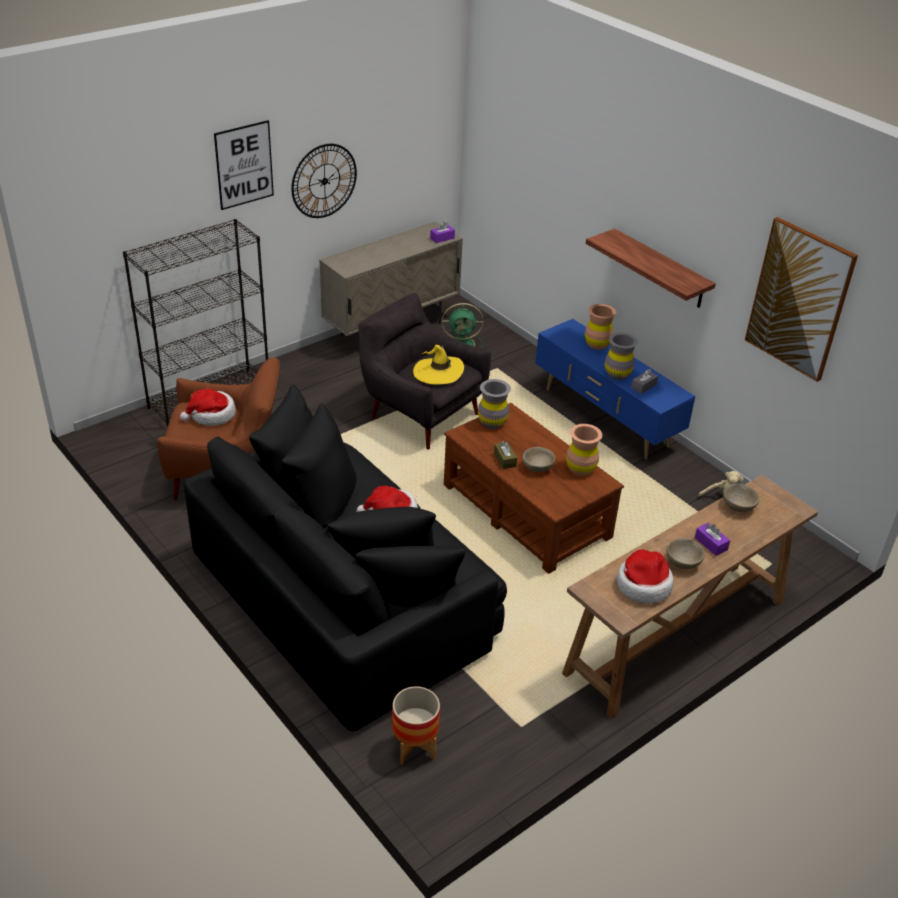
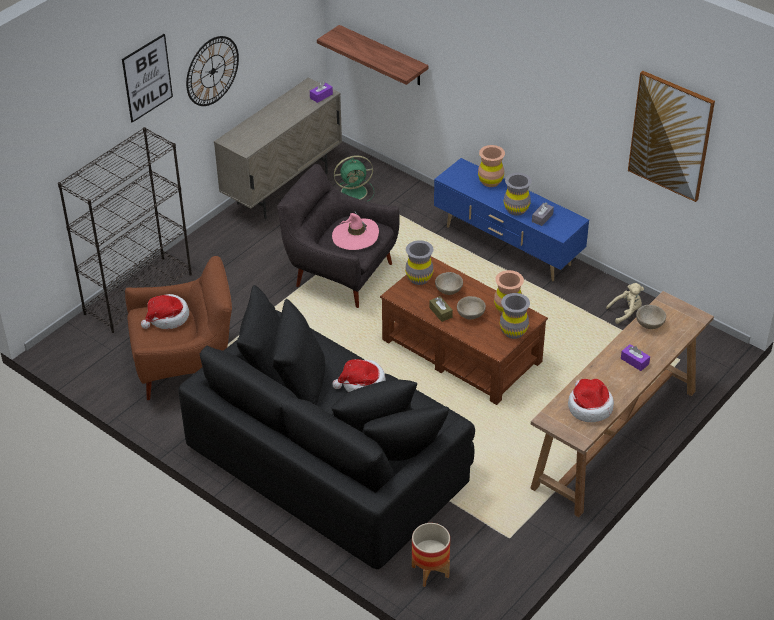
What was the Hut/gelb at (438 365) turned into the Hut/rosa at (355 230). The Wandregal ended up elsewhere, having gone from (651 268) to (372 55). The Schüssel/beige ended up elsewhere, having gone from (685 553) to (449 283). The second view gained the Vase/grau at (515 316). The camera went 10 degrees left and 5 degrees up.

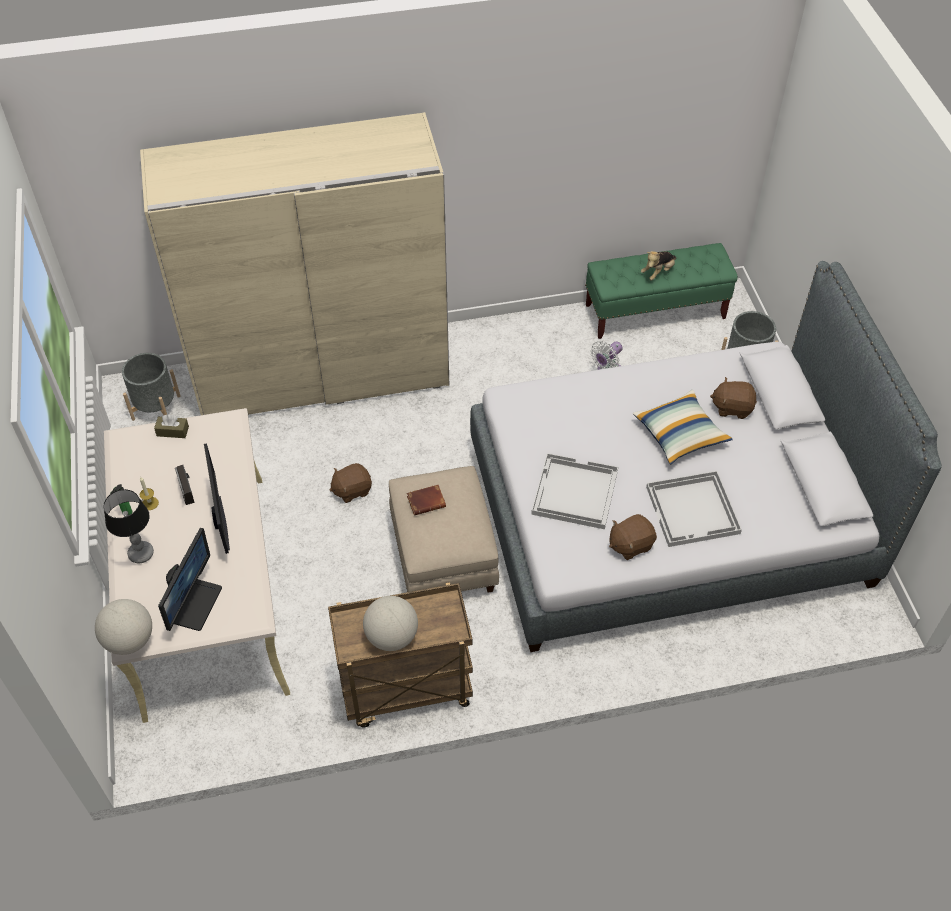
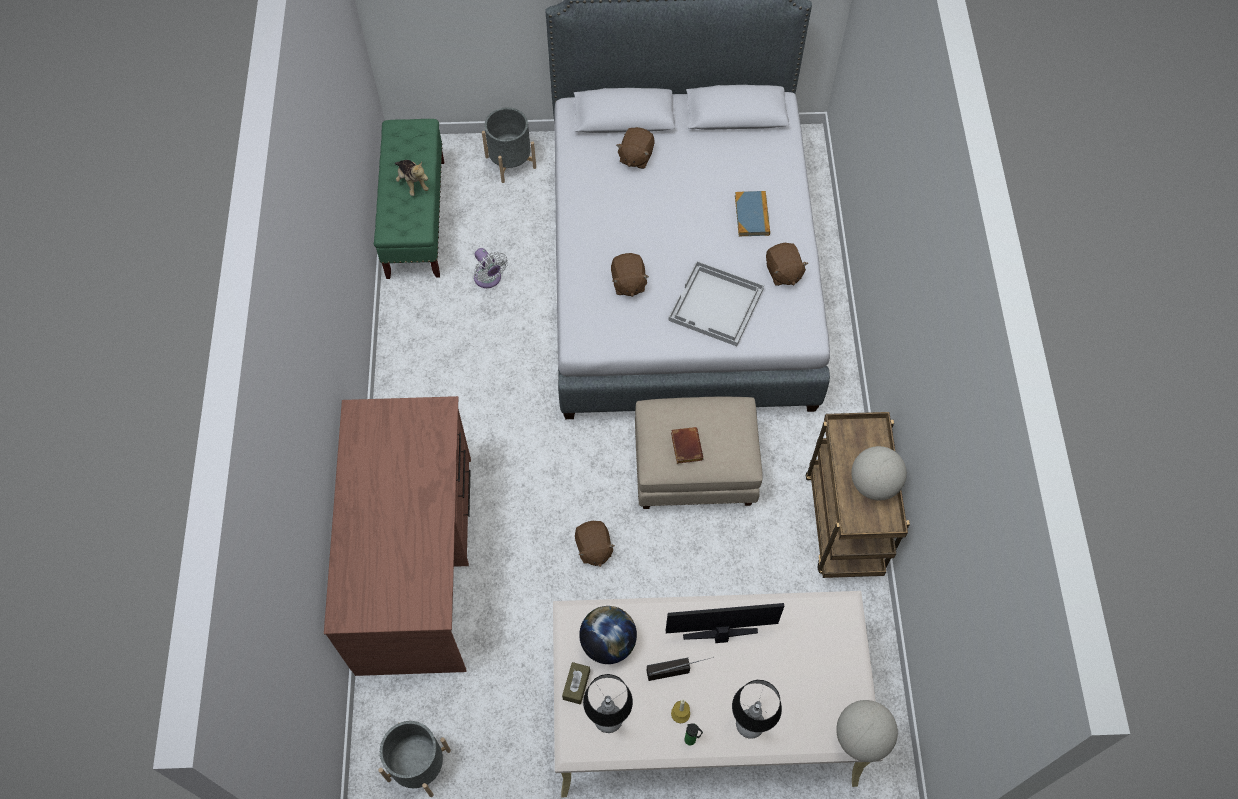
Where the Kleiderschrank/beige stood at (294 263), the Schreibtisch/braun came to stand at (397 536). The second view lost the Monitor at (190 579). The second view lost the Kissen at (682 427). Where the Tablett/weiß stood at (694 509), the Buch came to stand at (752 213). The second view gained the Globus at (608 635). The second view gained the Tischlampe at (608 703). The second view gained the Plüschtier/braun at (630 275). The camera went 80 degrees left and 10 degrees up.

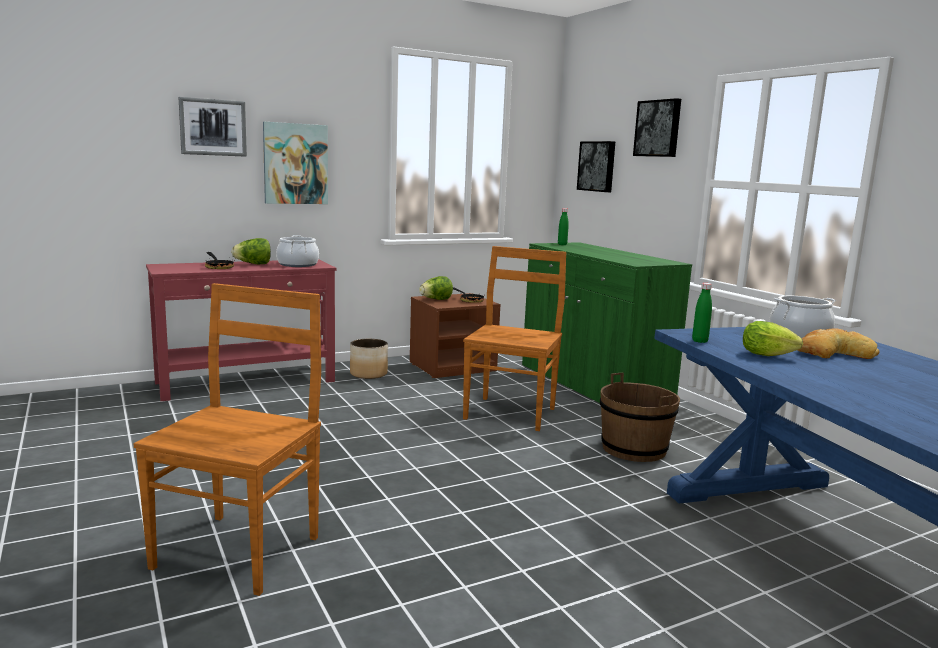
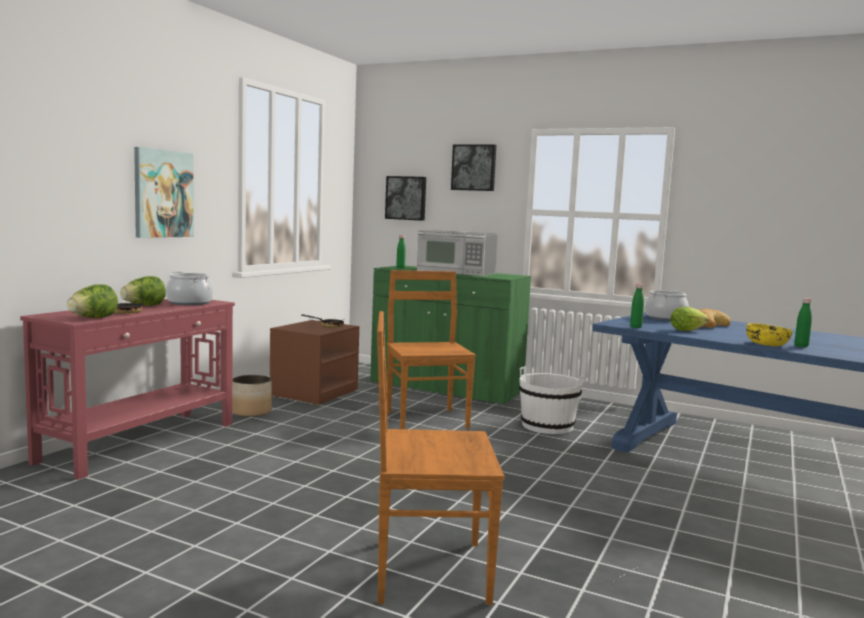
The Stuhl/braun at (227 439) ended up facing another way, 75 degrees counterclockwise from before. The second view lost the Bild at (213 127). The Salatkopf ended up elsewhere, having gone from (436 288) to (92 301). What was the Eimer/braun at (640 417) turned into the Eimer/weiß at (551 400). The second view gained the Mikrowelle at (457 253). The second view gained the Schüssel/gelb at (769 334). The second view gained the Flasche/grün at (803 322). The camera went 35 degrees left and 5 degrees down.

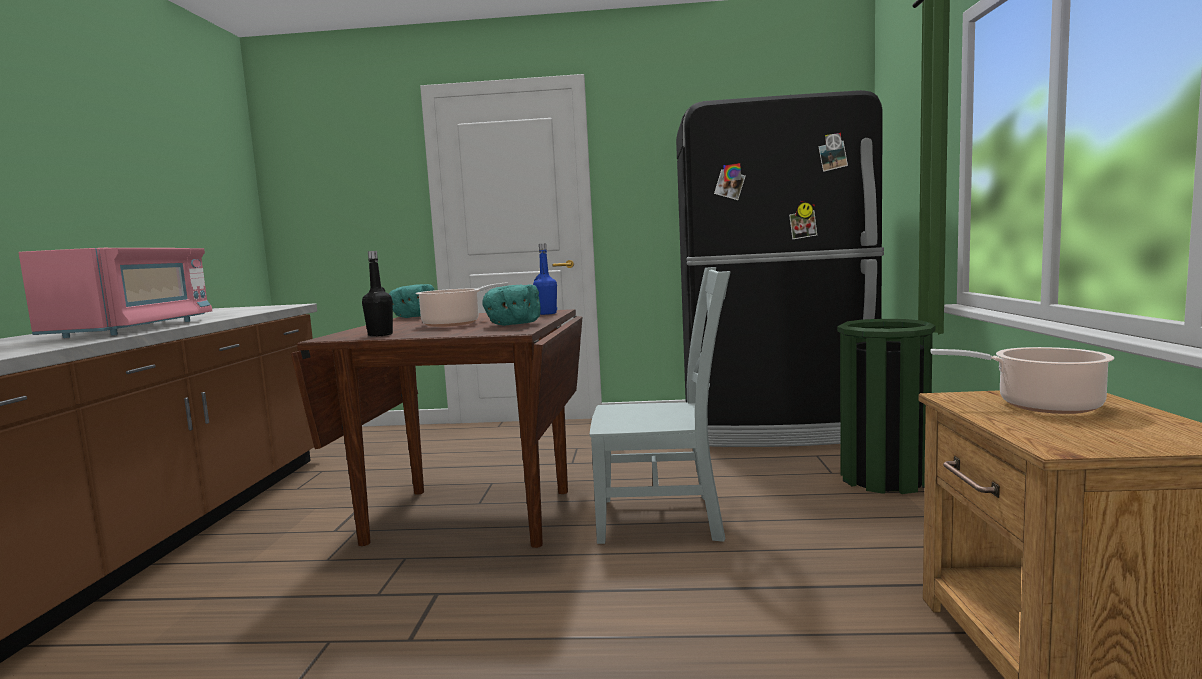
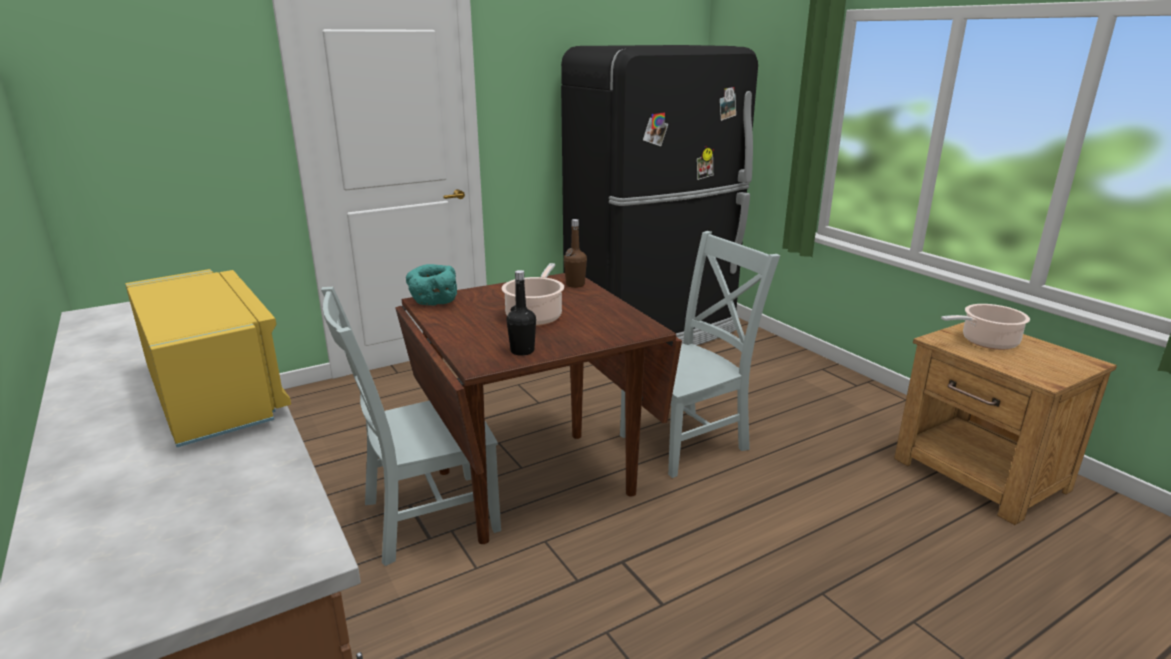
What was the Mikrowelle/rosa at (115 293) turned into the Mikrowelle/gelb at (208 358). The second view lost the Schüssel/türkis at (511 305). What was the Flasche/blau at (545 279) turned into the Flasche/braun at (575 253). The second view lost the Mülleimer/grün at (886 406). The second view gained the Stuhl/grau at (411 426). The camera went 35 degrees left and 15 degrees up.

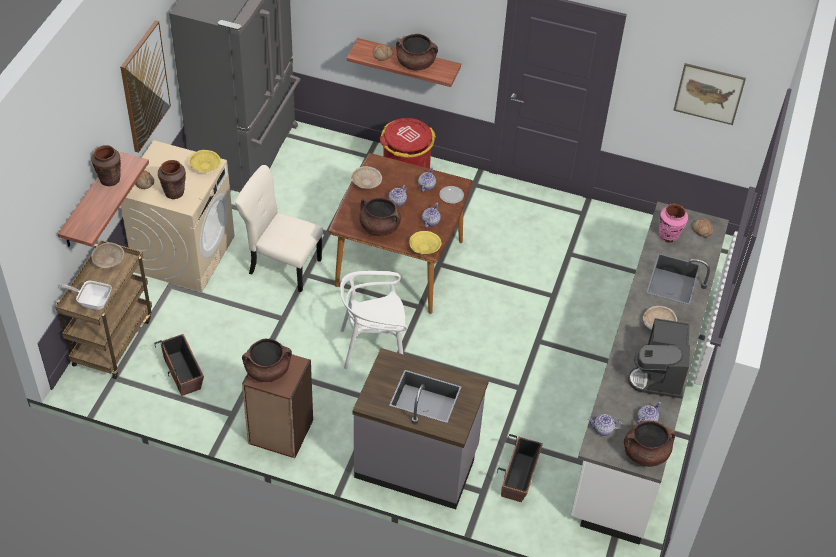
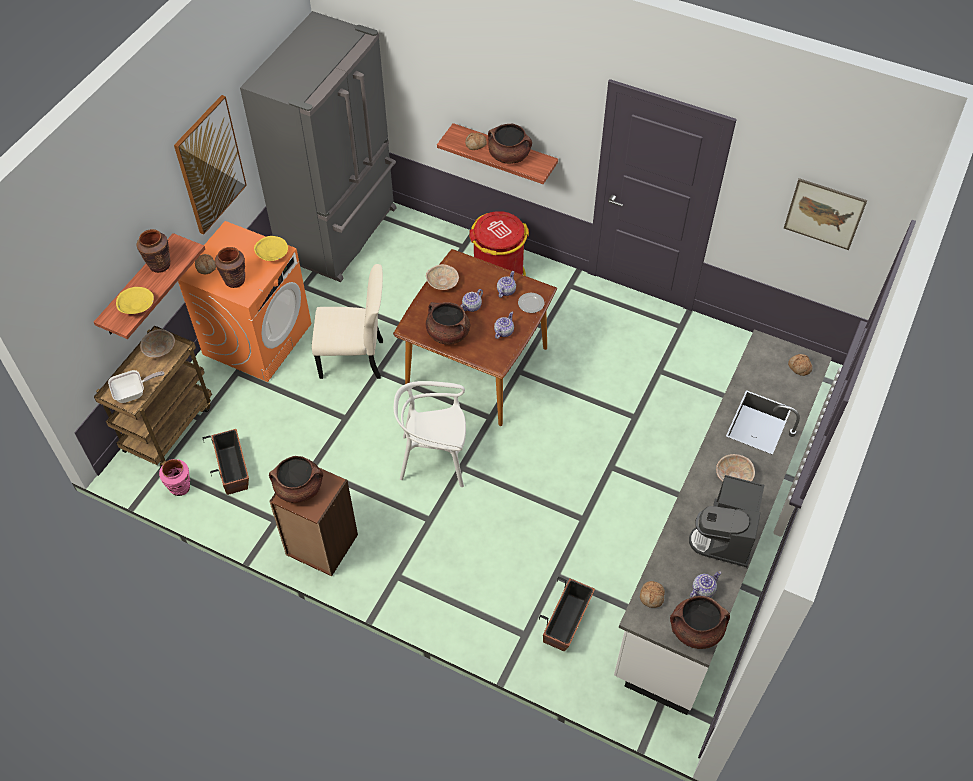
The Pfanne at (85 295) ended up facing another way, 135 degrees clockwise from before. What was the Waschmaschine/beige at (178 216) turned into the Waschmaschine/orange at (244 301). The Stuhl/beige at (279 228) ended up facing another way, 150 degrees clockwise from before. The second view lost the Küchenzeile/grau at (420 428). The Schüssel/gelb ended up elsewhere, having gone from (425 242) to (135 300). Where the Teekanne stood at (605 425), the Brot came to stand at (652 594). The Vase/rosa ended up elsewhere, having gone from (673 223) to (174 477). The camera went 10 degrees right and 5 degrees up.

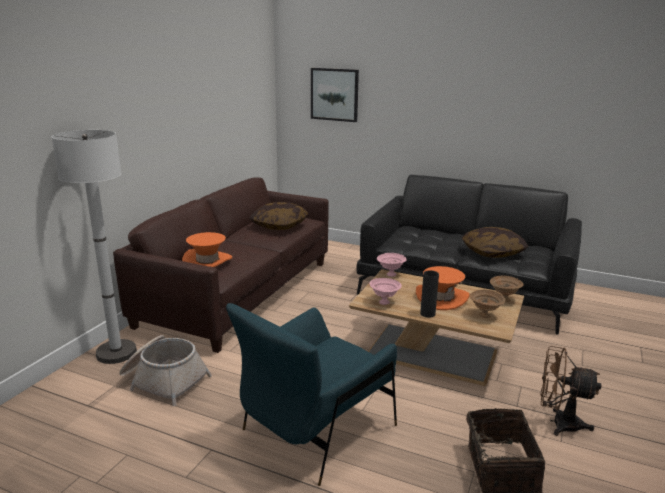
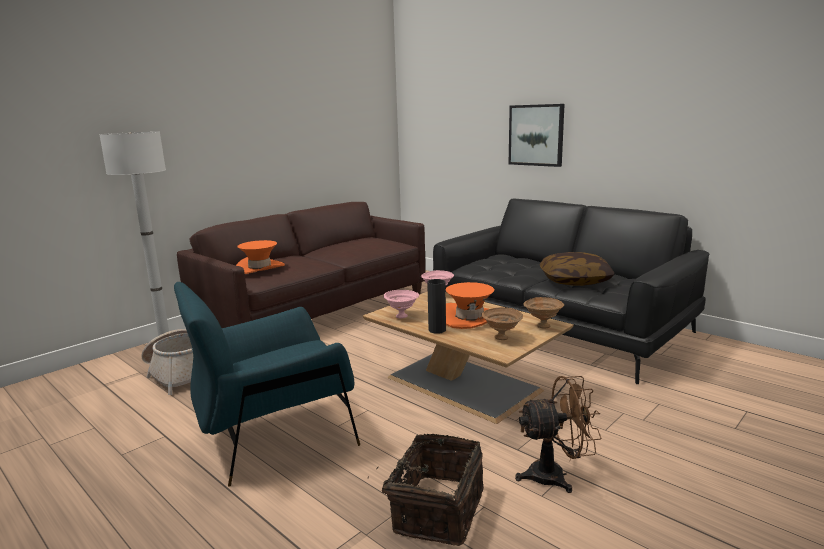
The second view lost the Kissen at (279 216). The Bild ended up elsewhere, having gone from (335 95) to (537 135). The Ventilator/braun at (571 391) ended up facing another way, 135 degrees clockwise from before. The camera went 20 degrees right and 5 degrees down.

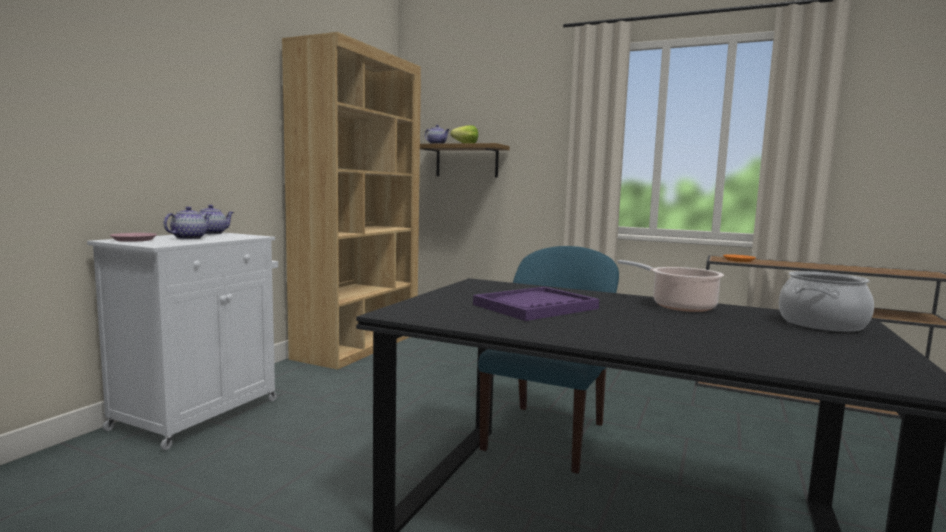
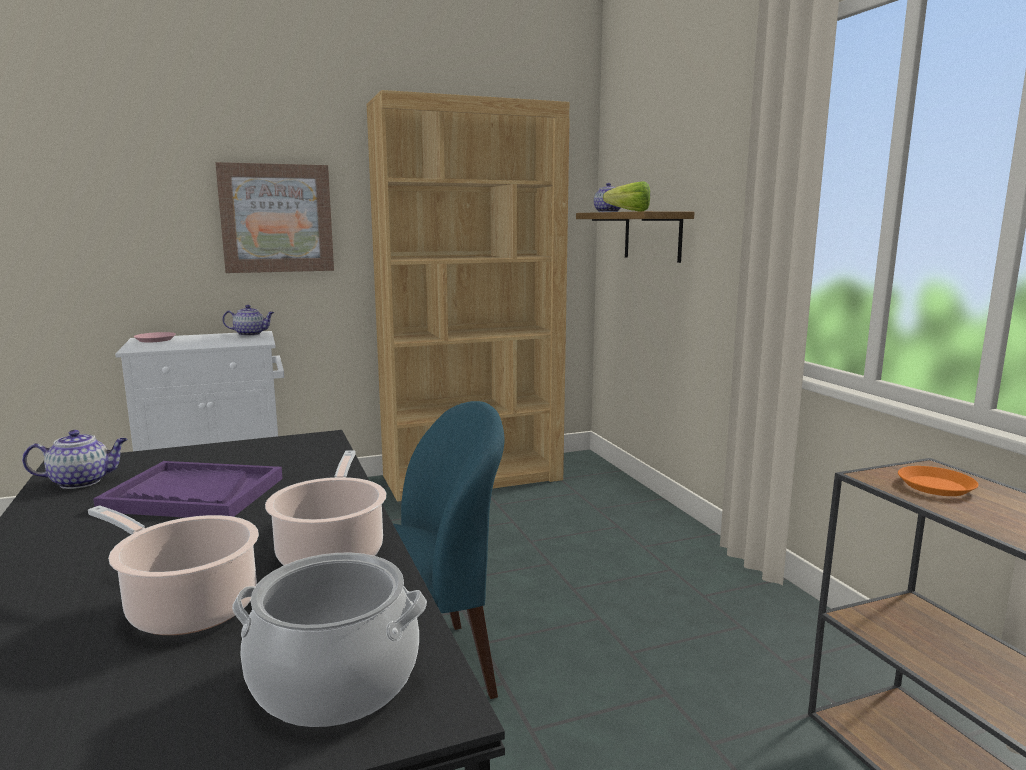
The Teekanne ended up elsewhere, having gone from (187 223) to (75 459). The second view gained the Kochtopf at (173 570). The second view gained the Bild at (274 217). The camera went 45 degrees right and 5 degrees up.

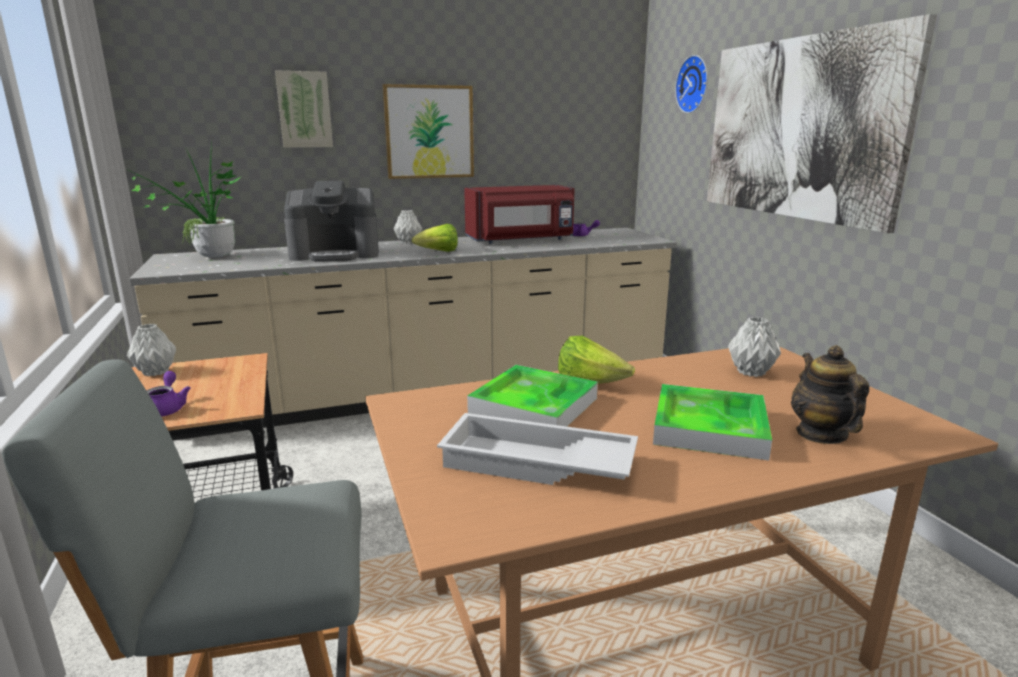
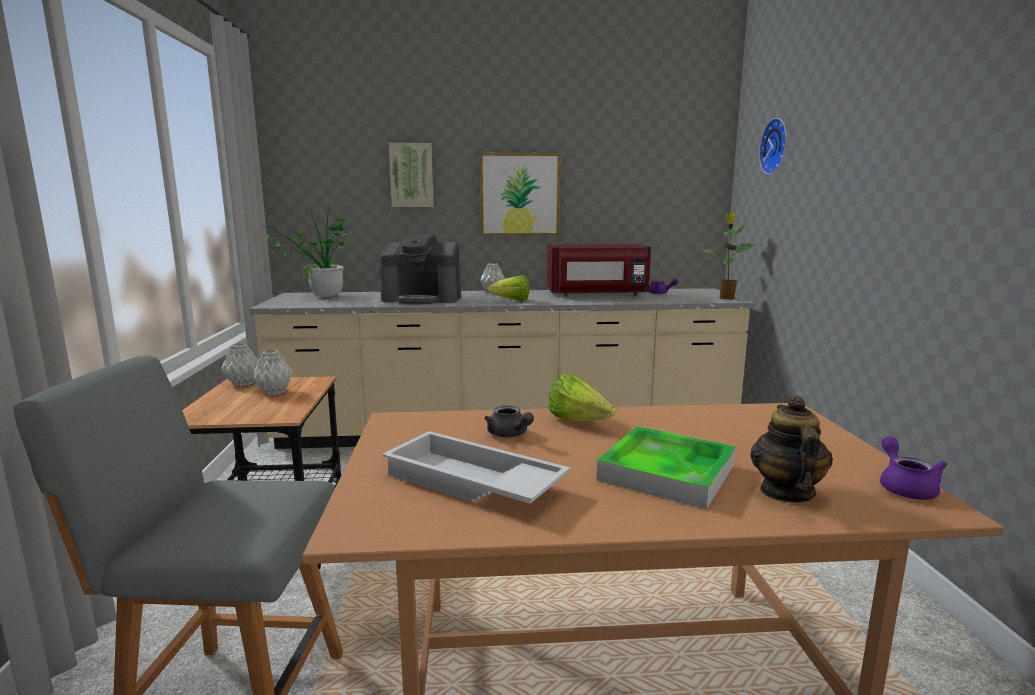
The Teekanne/lila ended up elsewhere, having gone from (169 394) to (914 468). Where the Tablett stood at (532 396), the Teekanne/grau came to stand at (509 422). The second view lost the Bild at (822 123). The Vase/grau ended up elsewhere, having gone from (754 347) to (272 372). The second view gained the Topfpflanze at (730 256). The camera went 15 degrees right and 5 degrees down.

